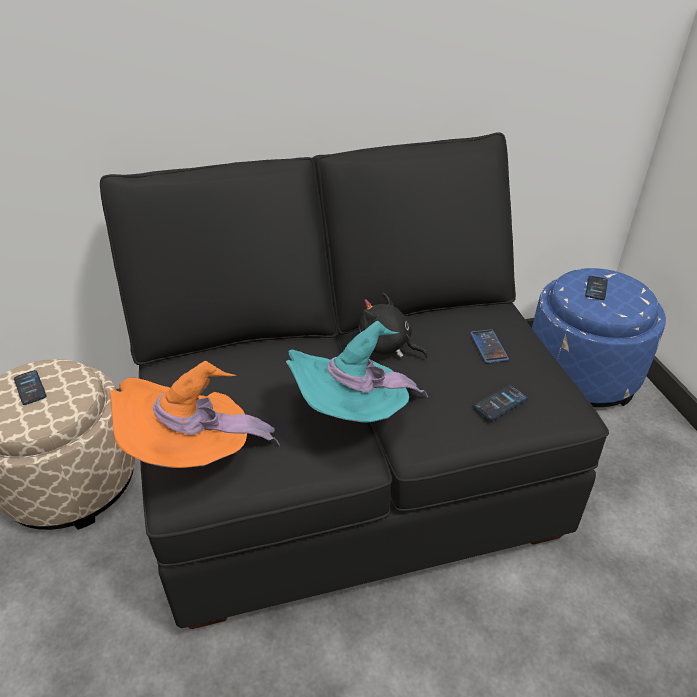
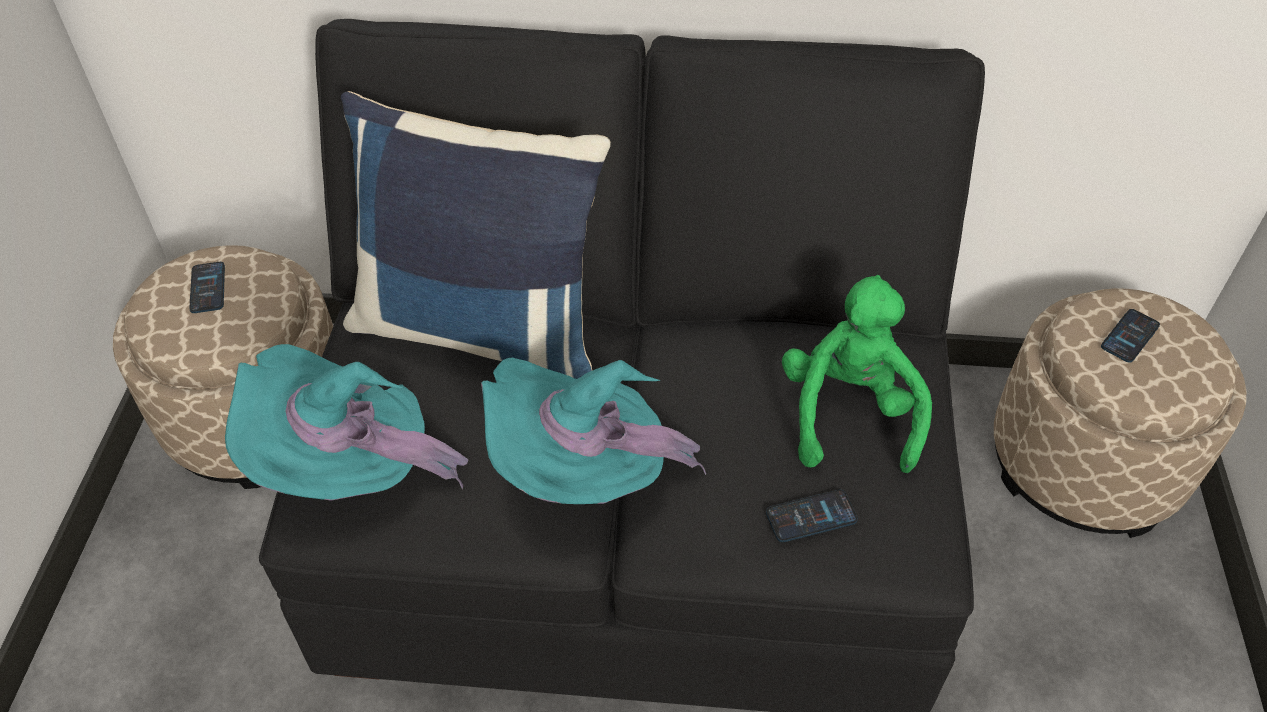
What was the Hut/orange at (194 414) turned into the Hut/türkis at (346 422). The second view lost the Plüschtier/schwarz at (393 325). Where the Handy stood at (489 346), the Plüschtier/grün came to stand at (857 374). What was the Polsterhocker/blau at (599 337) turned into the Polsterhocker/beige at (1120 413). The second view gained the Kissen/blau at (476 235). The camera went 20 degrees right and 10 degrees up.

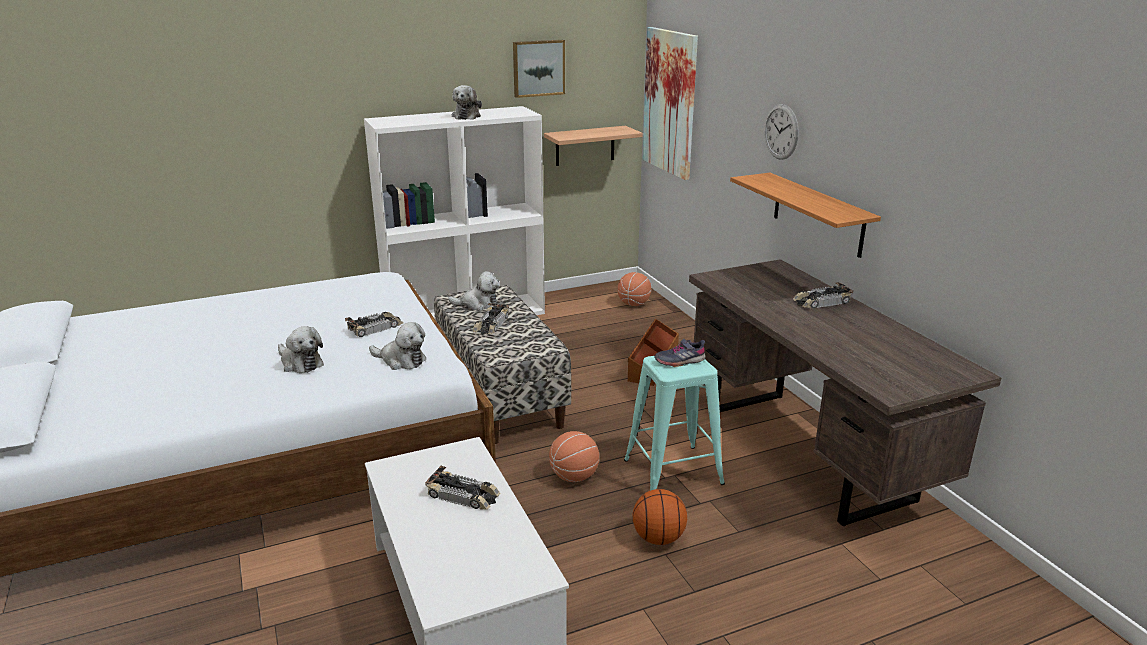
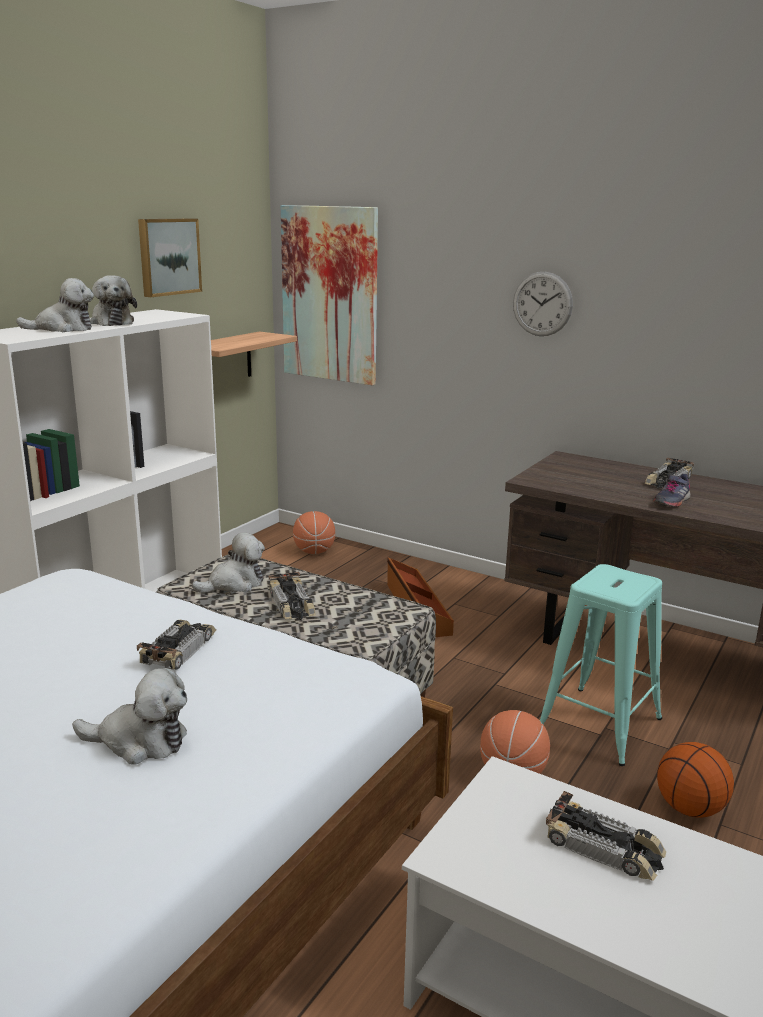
The Plüschtier ended up elsewhere, having gone from (397 346) to (55 305). The Spielzeugauto at (462 488) ended up facing another way, 45 degrees clockwise from before. The Schuh/grau ended up elsewhere, having gone from (680 352) to (672 490). The second view lost the Wandregal at (805 215). The camera went 35 degrees left and 5 degrees down.

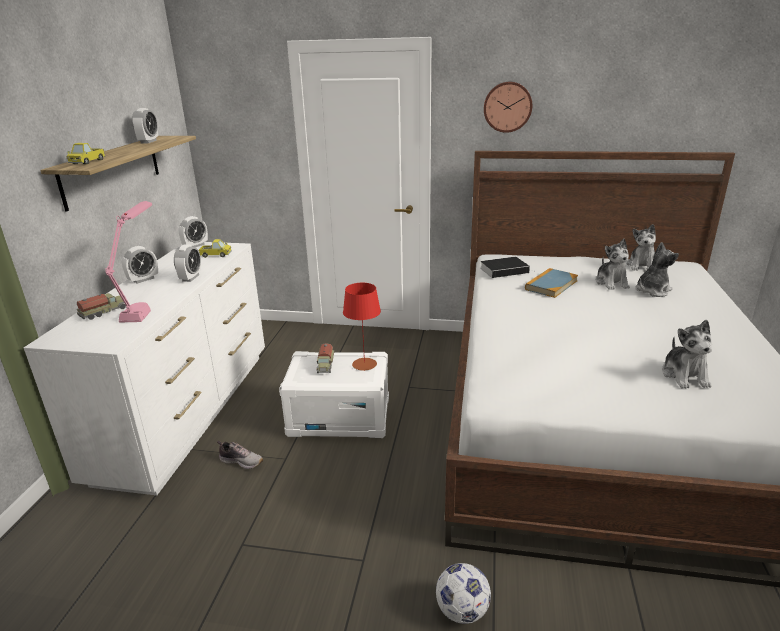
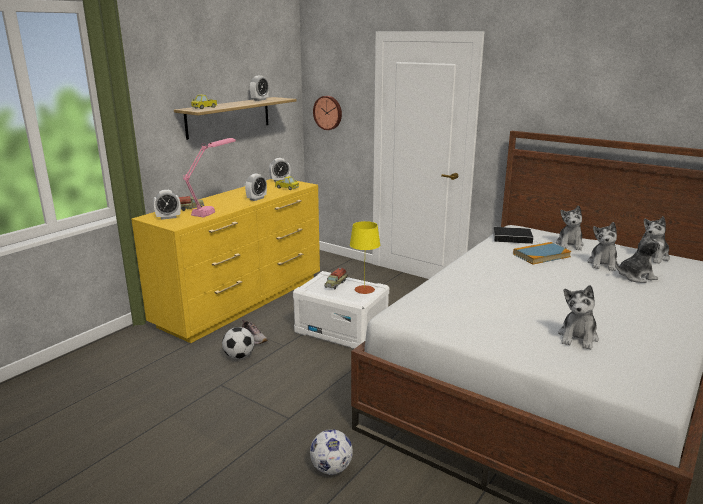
What was the Kommode/weiß at (144 368) turned into the Kommode/gelb at (225 261). The Wecker ended up elsewhere, having gone from (140 265) to (167 205). What was the Tischlampe/rot at (362 327) turned into the Tischlampe/gelb at (365 257). The Wanduhr ended up elsewhere, having gone from (508 107) to (327 113). The second view gained the Fußball at (238 343). The second view gained the Plüschtier at (570 228). The camera went 25 degrees right and 5 degrees down.

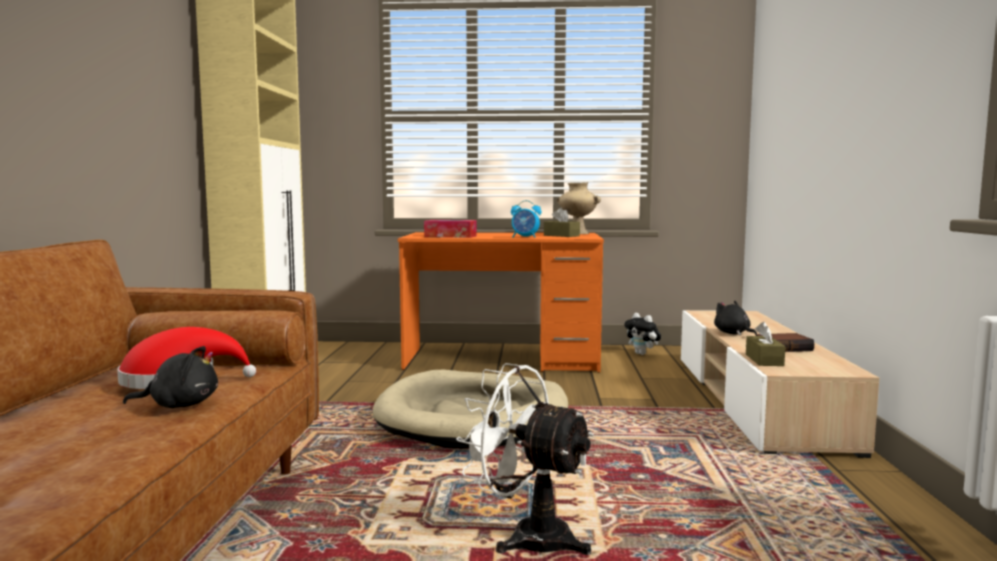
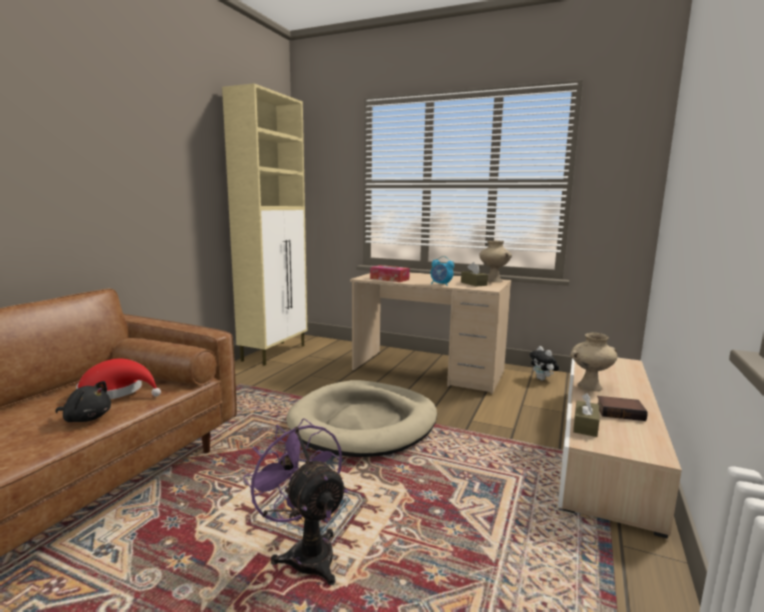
What was the Schreibtisch/orange at (501 302) turned into the Schreibtisch/beige at (430 333). What was the Ventilator/weiß at (525 459) turned into the Ventilator/lila at (295 501). Where the Plüschtier/schwarz stood at (735 318), the Vase/beige came to stand at (593 362). The camera went 20 degrees right and 5 degrees up.

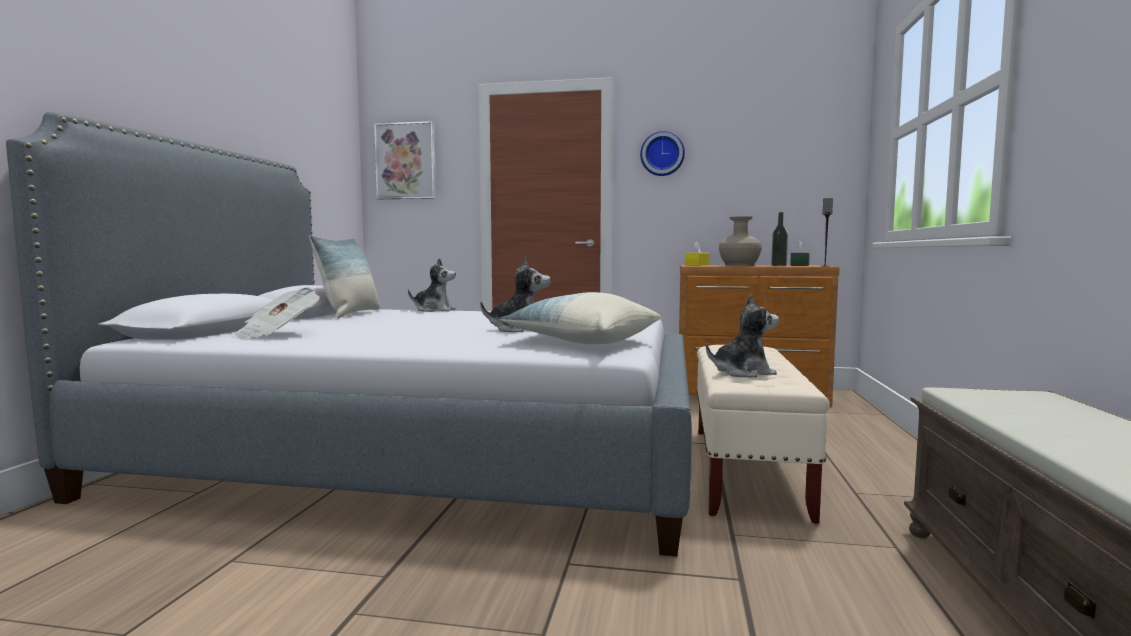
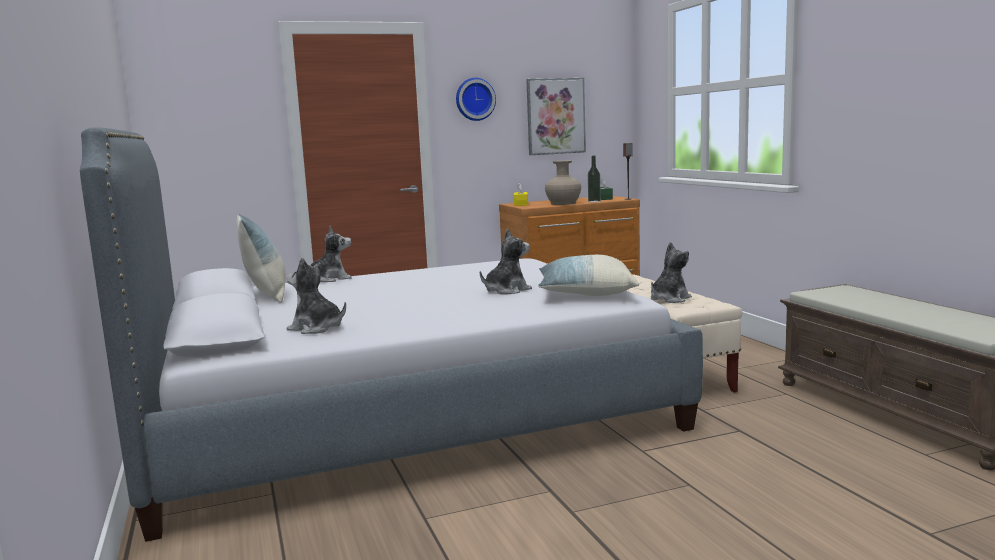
Where the Zeitung stood at (275 313), the Plüschtier came to stand at (316 296). The Bild ended up elsewhere, having gone from (405 160) to (556 116). The camera went 30 degrees left and 5 degrees up.

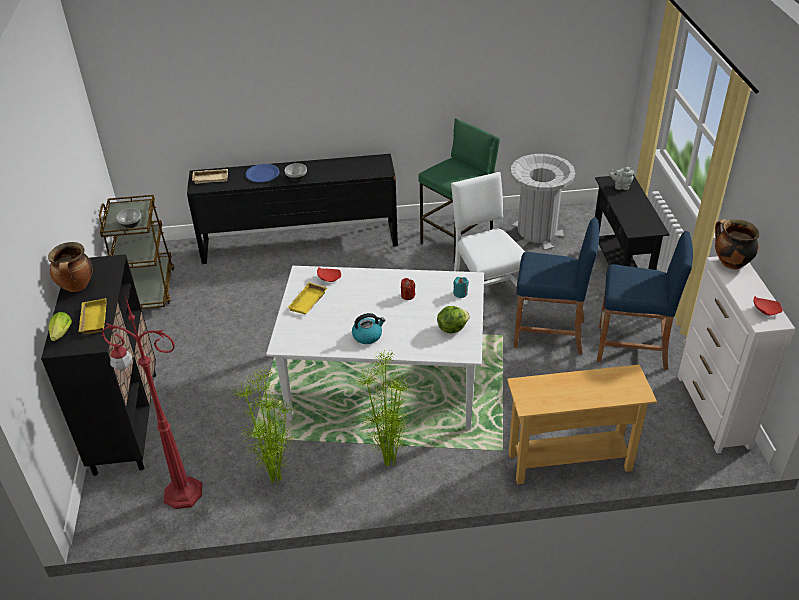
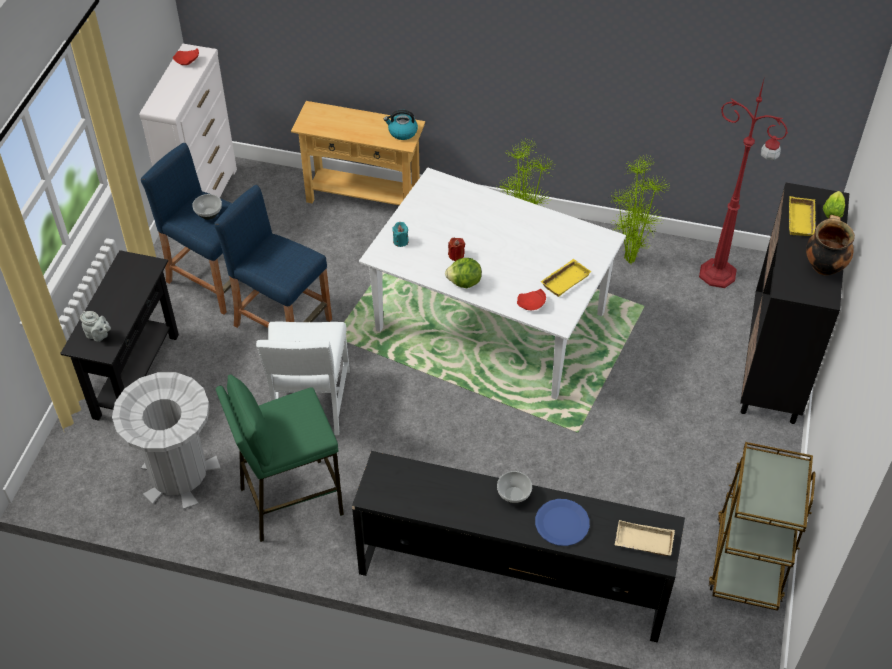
The Schüssel ended up elsewhere, having gone from (128 218) to (207 207). The Wasserkessel ended up elsewhere, having gone from (368 328) to (401 125). The Salatkopf ended up elsewhere, having gone from (453 320) to (463 273). The second view lost the Kochtopf at (737 244). The camera went 160 degrees left and 10 degrees up.

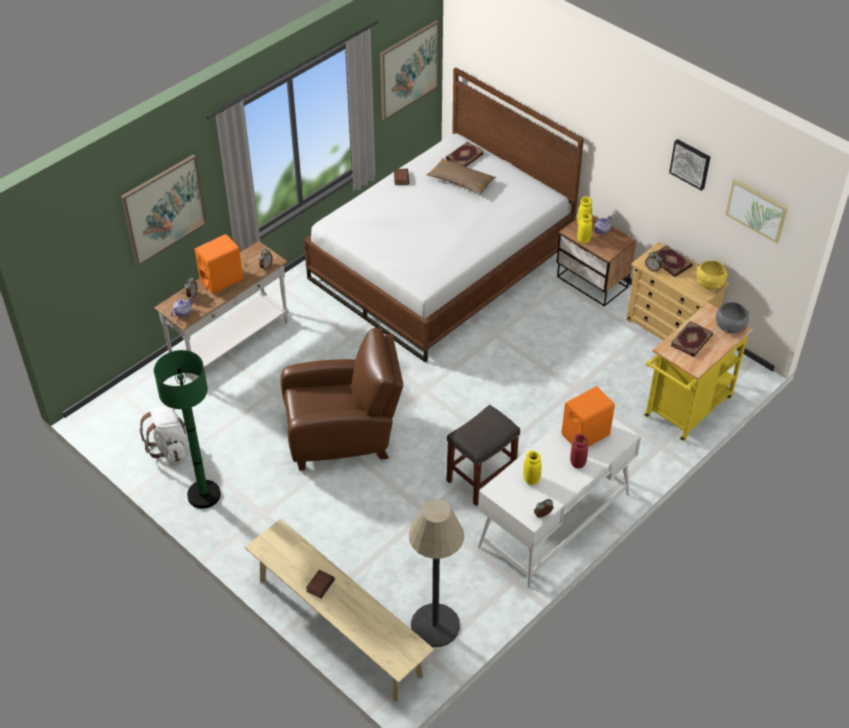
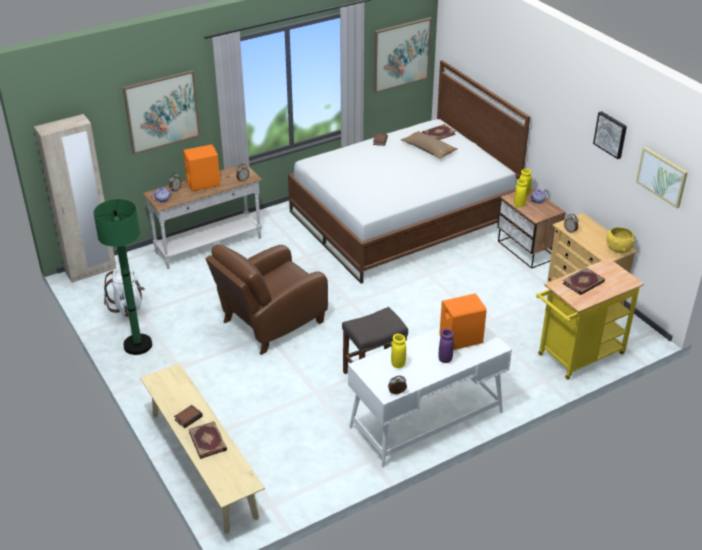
The Sessel/braun at (342 399) ended up facing another way, 135 degrees clockwise from before. The second view lost the Stehlampe at (436 573). What was the Vase/rot at (579 451) turned into the Vase/lila at (446 346). The Buch ended up elsewhere, having gone from (673 261) to (208 440). The second view lost the Schüssel/grau at (732 317). The second view gained the Kleiderschrank/beige at (75 198). The camera went 15 degrees right and 10 degrees down.

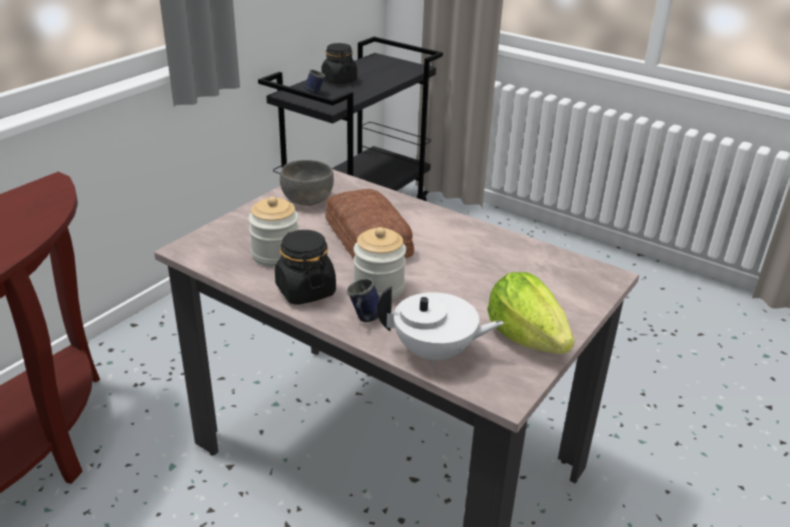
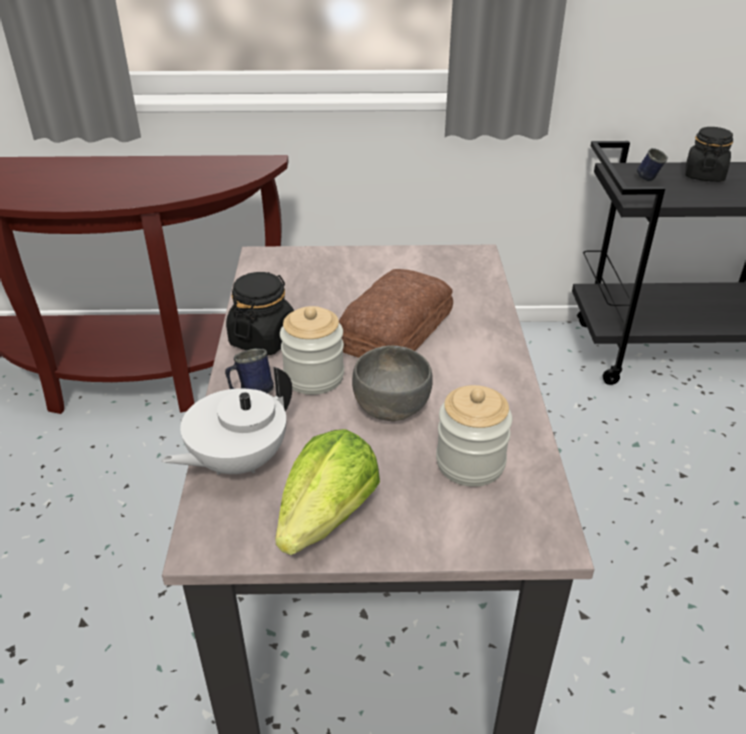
The Vorratsglas ended up elsewhere, having gone from (273 231) to (474 436). The Schüssel/grau ended up elsewhere, having gone from (307 183) to (392 383). The Teekanne/weiß at (440 326) ended up facing another way, 75 degrees clockwise from before. The camera went 55 degrees right and 5 degrees up.

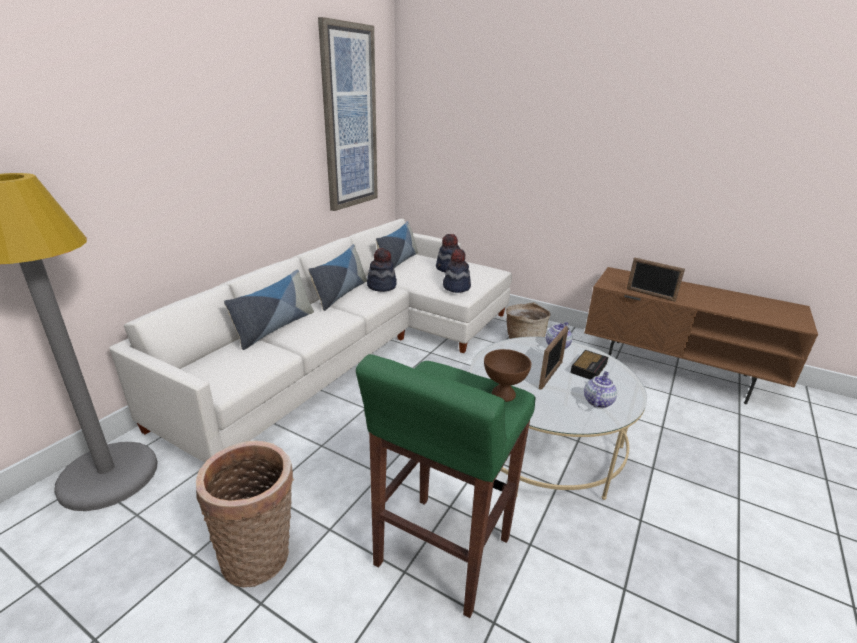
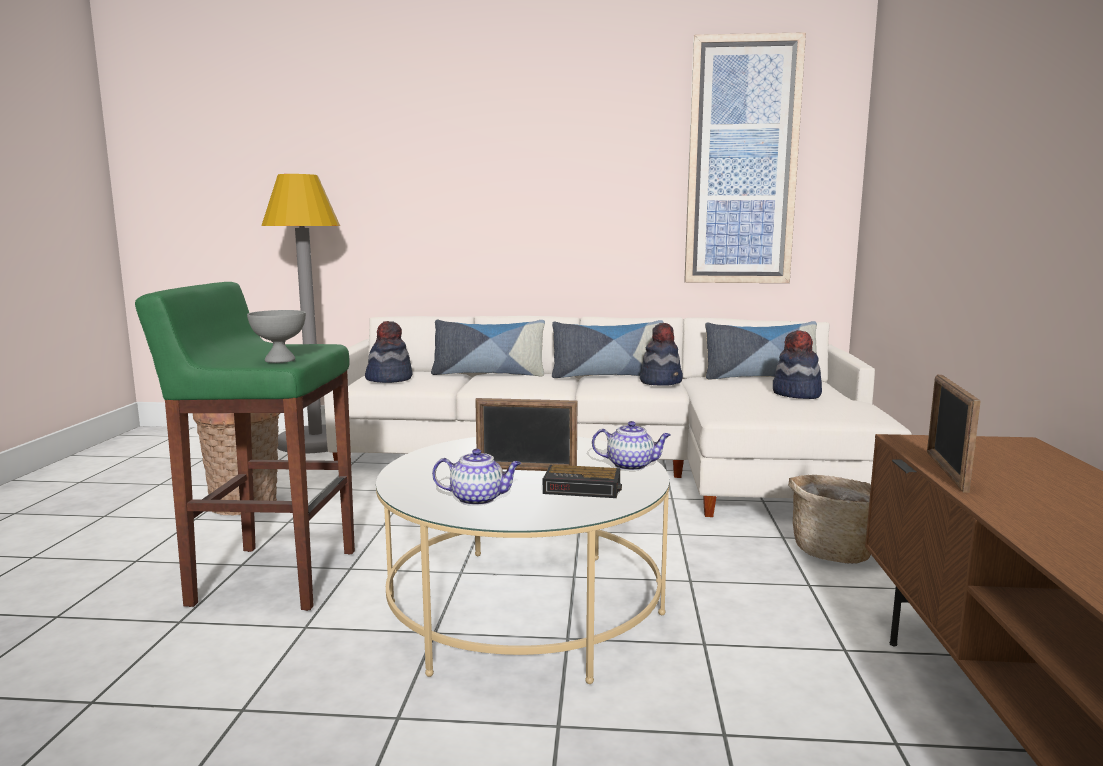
The Hut ended up elsewhere, having gone from (457 271) to (389 352). What was the Schüssel/braun at (507 375) turned into the Schüssel/grau at (276 336). The camera went 65 degrees right and 15 degrees down.

